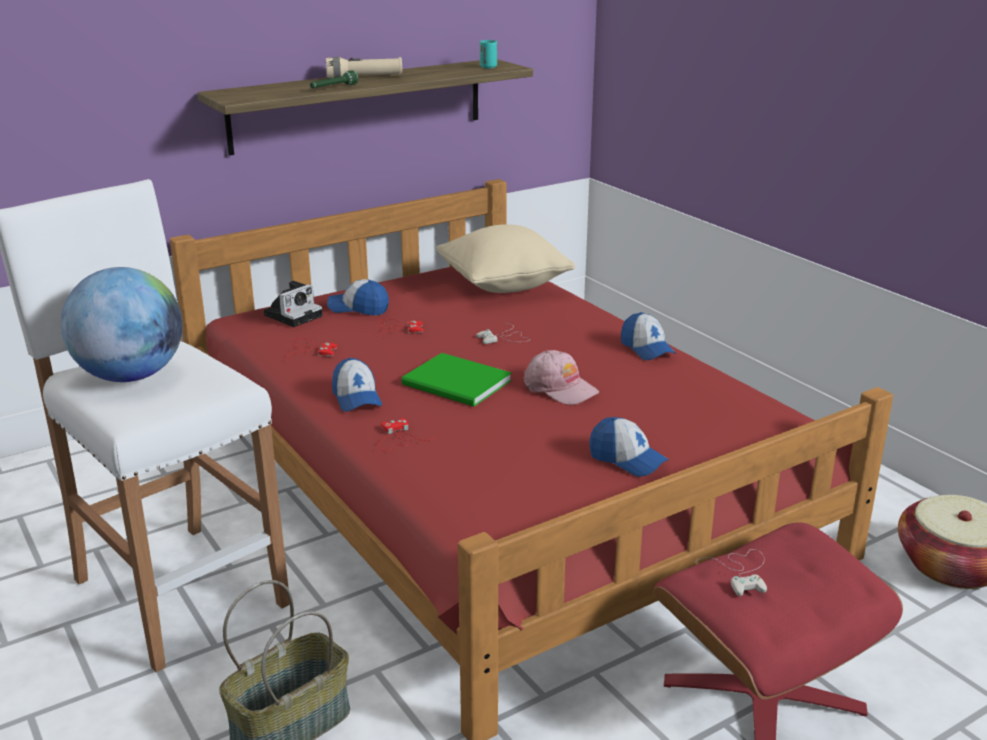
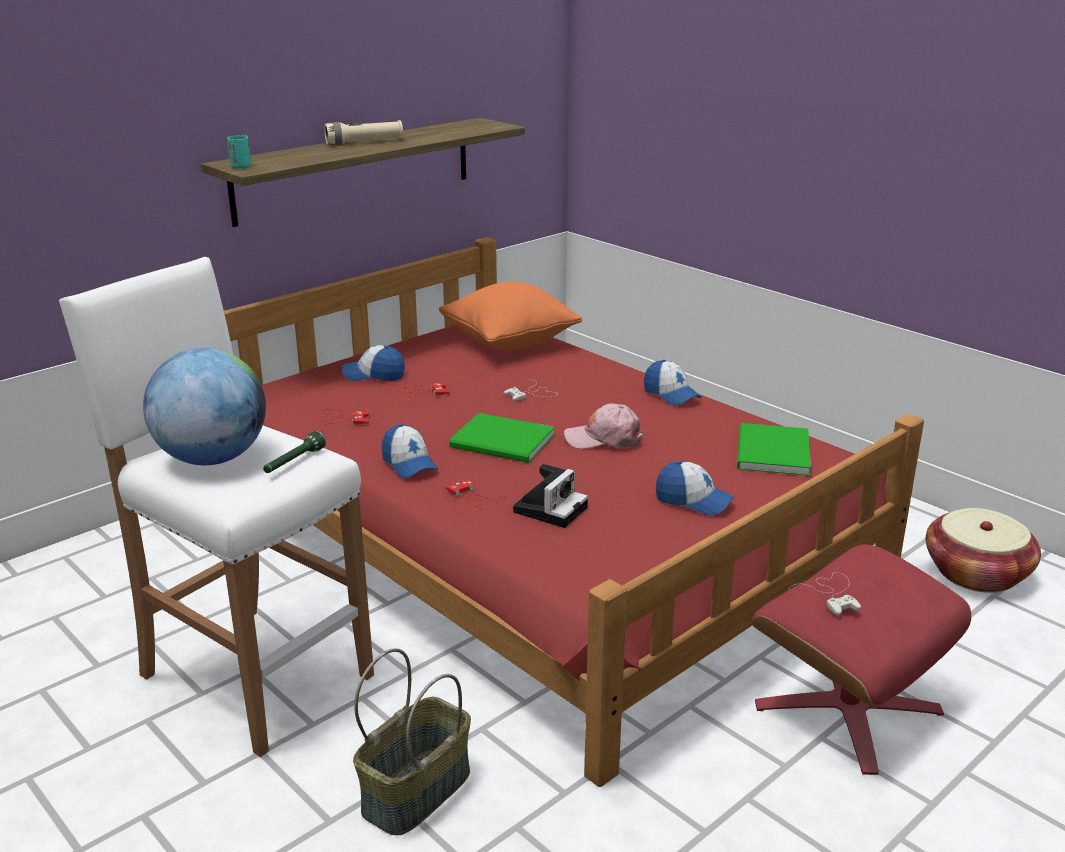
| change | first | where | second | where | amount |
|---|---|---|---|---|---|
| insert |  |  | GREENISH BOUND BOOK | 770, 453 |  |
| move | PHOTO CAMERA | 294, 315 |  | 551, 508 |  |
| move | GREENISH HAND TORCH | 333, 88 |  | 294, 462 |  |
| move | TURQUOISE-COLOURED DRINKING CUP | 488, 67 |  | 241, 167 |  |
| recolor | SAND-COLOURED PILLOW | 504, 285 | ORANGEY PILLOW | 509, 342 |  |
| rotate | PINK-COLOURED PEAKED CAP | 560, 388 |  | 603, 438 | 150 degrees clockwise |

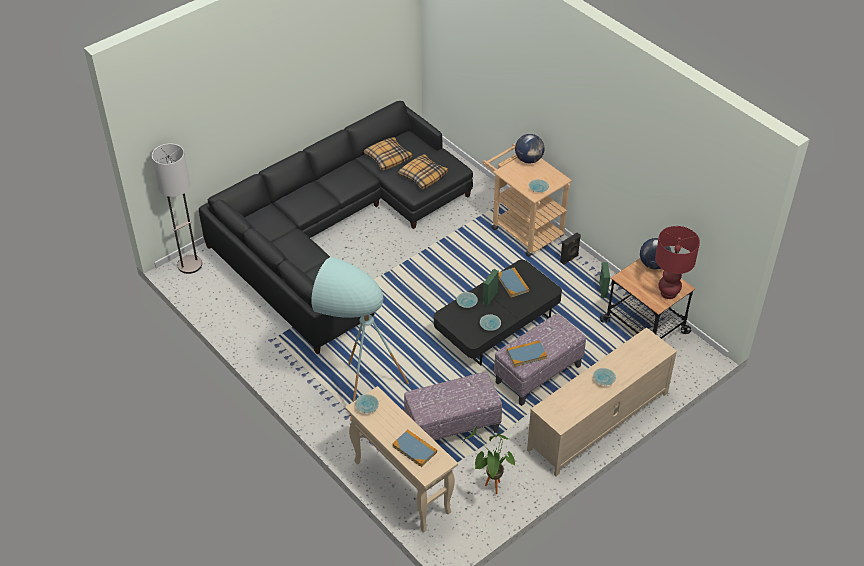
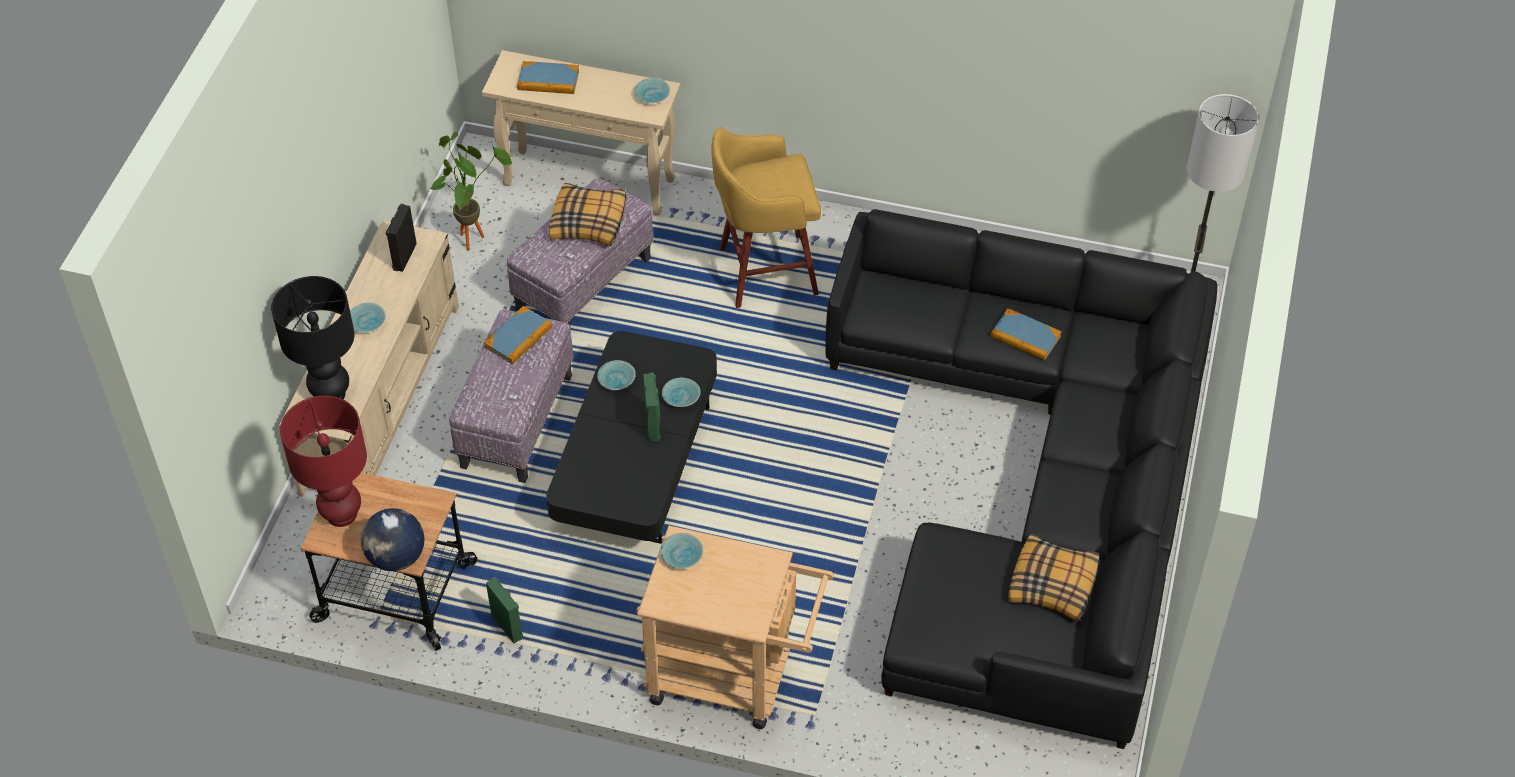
| change | first | where | second | where | amount |
|---|---|---|---|---|---|
| delete | GLOBE | 529, 160 |  |  |  |
| insert |  |  | BLACK TABLE LAMP | 330, 394 |  |
| move | PILLOW | 422, 176 |  | 589, 222 |  |
| move | BOUND BOOK | 512, 283 |  | 1025, 337 |  |
| move | BLACK SPEAKER | 569, 259 |  | 403, 256 |  |
| replace | TURQUOISE-COLOURED STANDARD LAMP | 357, 384 | YELLOW STOOL SEAT | 764, 271 |  |

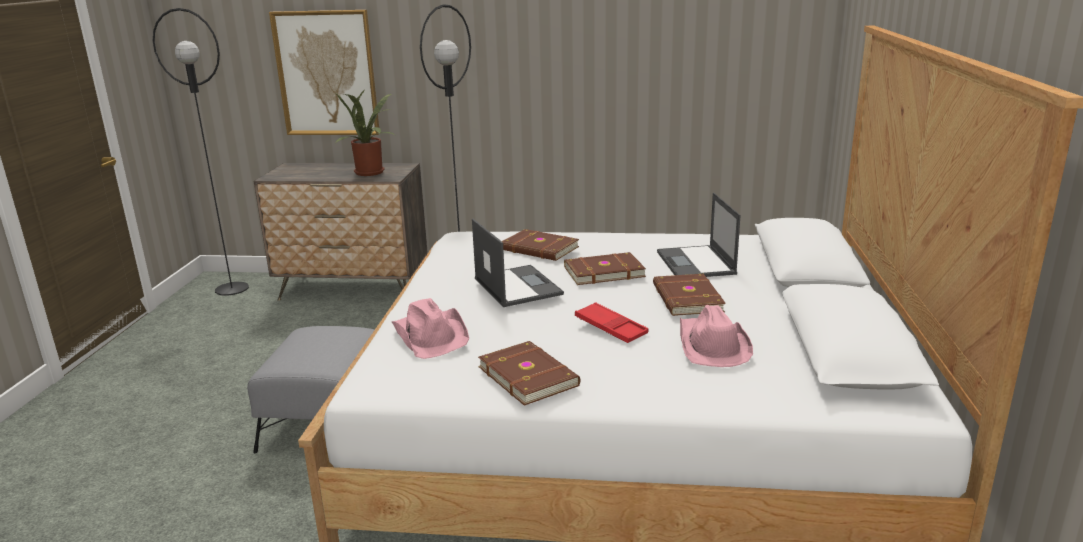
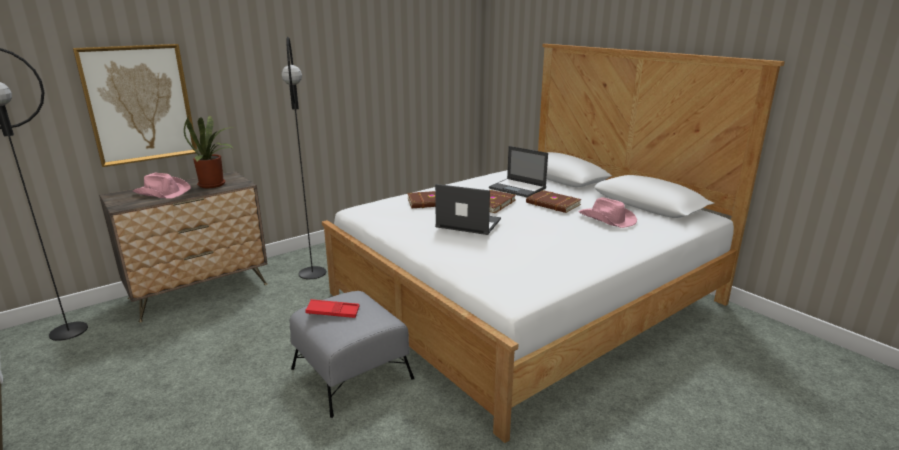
| change | first | where | second | where | amount |
|---|---|---|---|---|---|
| delete | BROWNISH BOUND BOOK | 529, 375 |  |  |  |
| move | PINK-COLOURED CLOTHING HAT | 431, 335 |  | 162, 192 |  |
| move | RED-COLOURED TRAY | 610, 328 |  | 333, 312 |  |

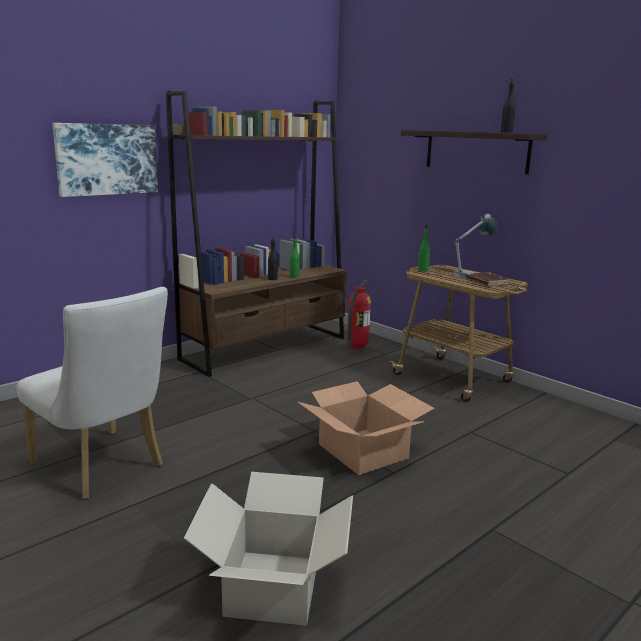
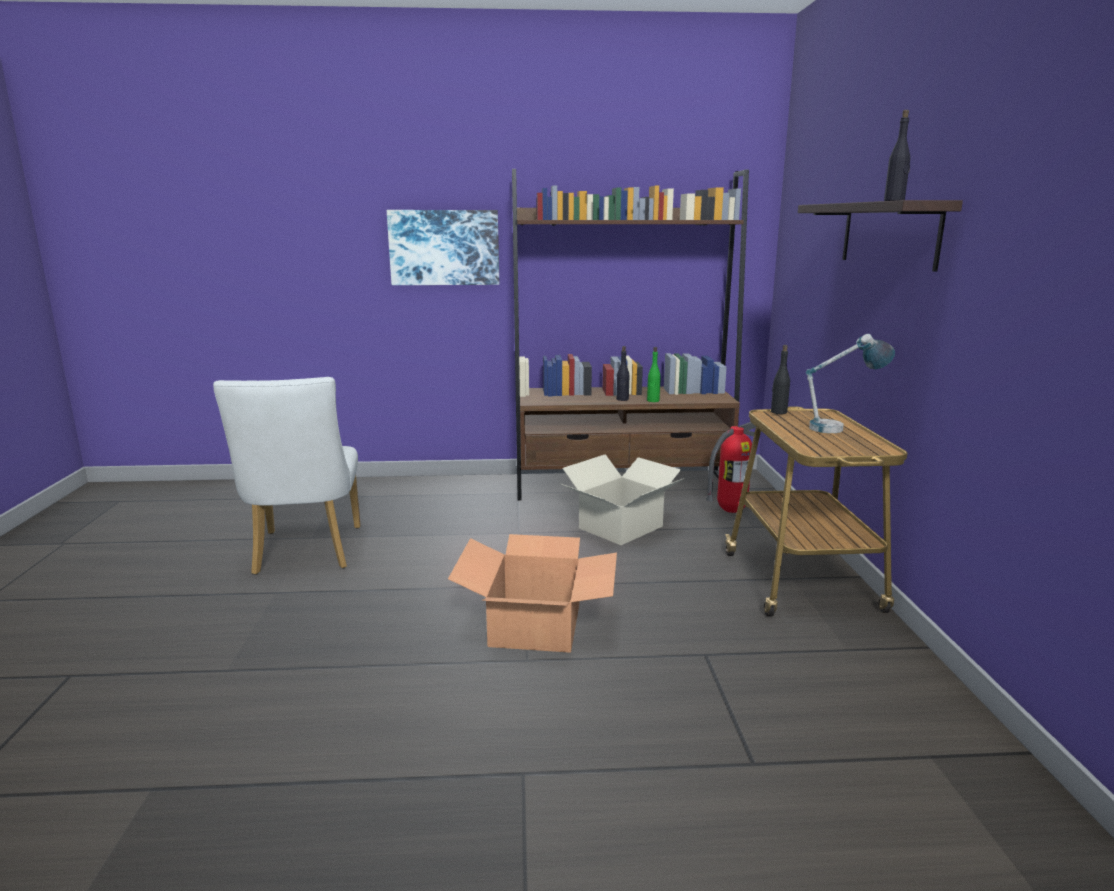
| change | first | where | second | where | amount |
|---|---|---|---|---|---|
| delete | BROWNISH BOUND BOOK | 487, 282 |  |  |  |
| move | PACKING BOX | 271, 586 |  | 620, 527 |  |
| recolor | GREENISH BEVERAGE BOTTLE | 422, 270 | BLACK BEVERAGE BOTTLE | 778, 412 |  |

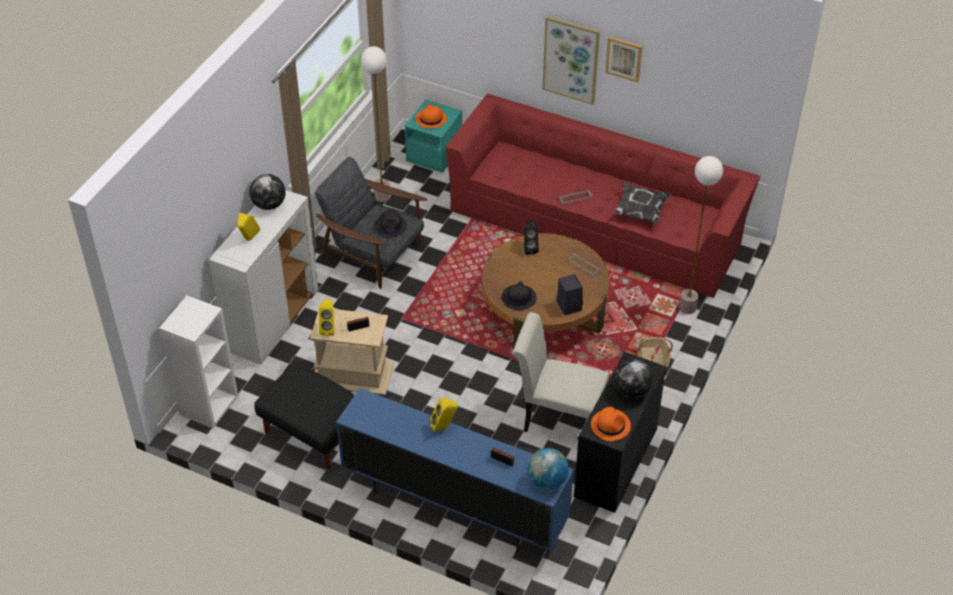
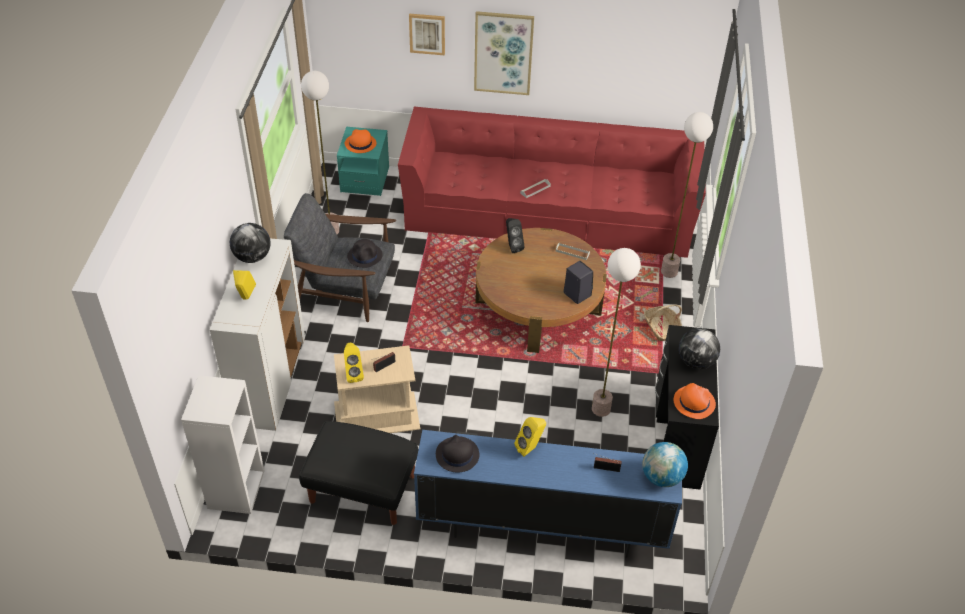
| change | first | where | second | where | amount |
|---|---|---|---|---|---|
| delete | PILLOW | 640, 211 |  |  |  |
| move | BLACK CLOTHING HAT | 518, 298 |  | 457, 455 |  |
| move | PICTURE | 624, 58 |  | 427, 33 |  |
| replace | WHITE-COLOURED CHAIR | 557, 418 | STANDARD LAMP | 600, 409 |  |

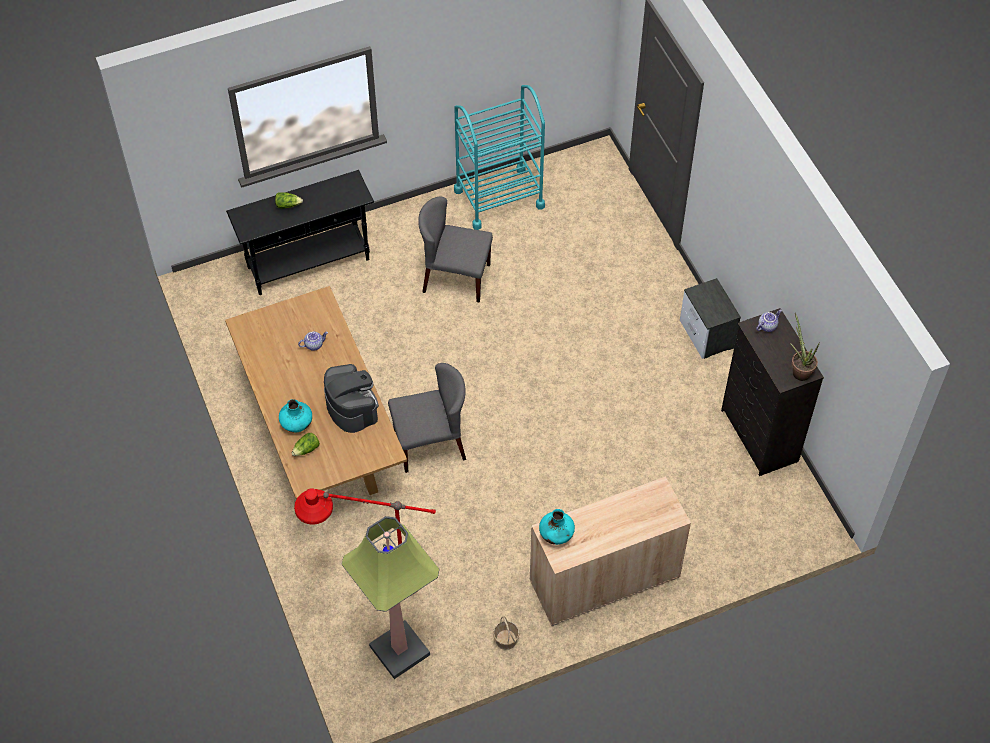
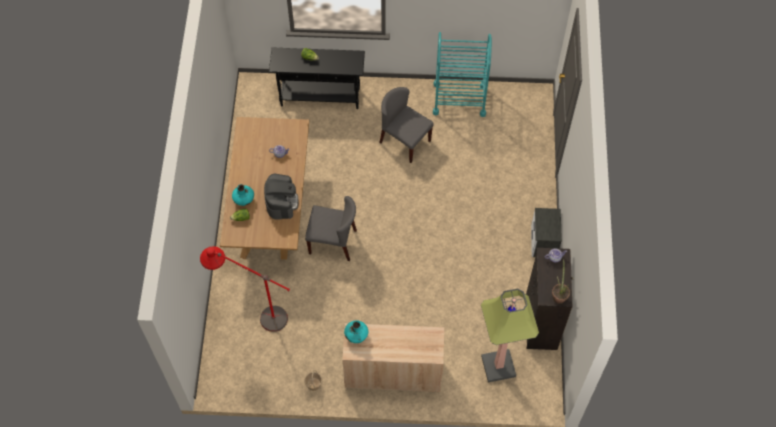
| change | first | where | second | where | amount |
|---|---|---|---|---|---|
| move | STANDARD LAMP | 398, 650 |  | 497, 366 |  |

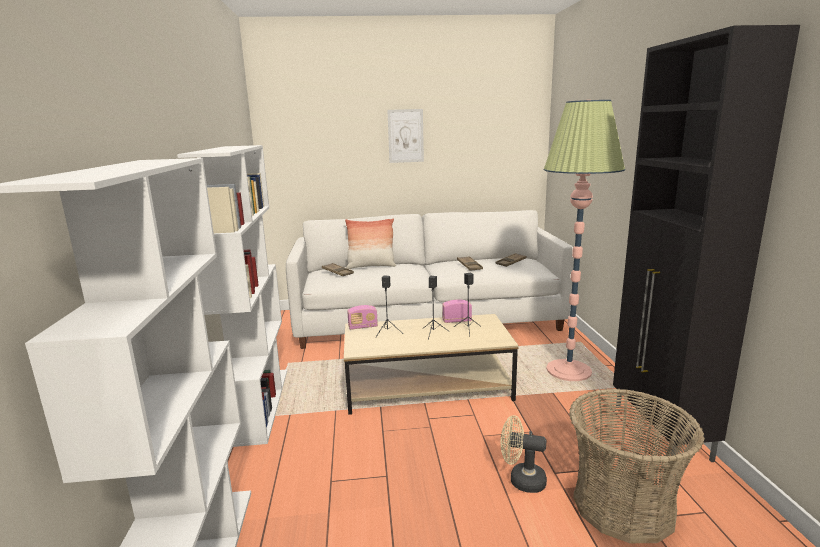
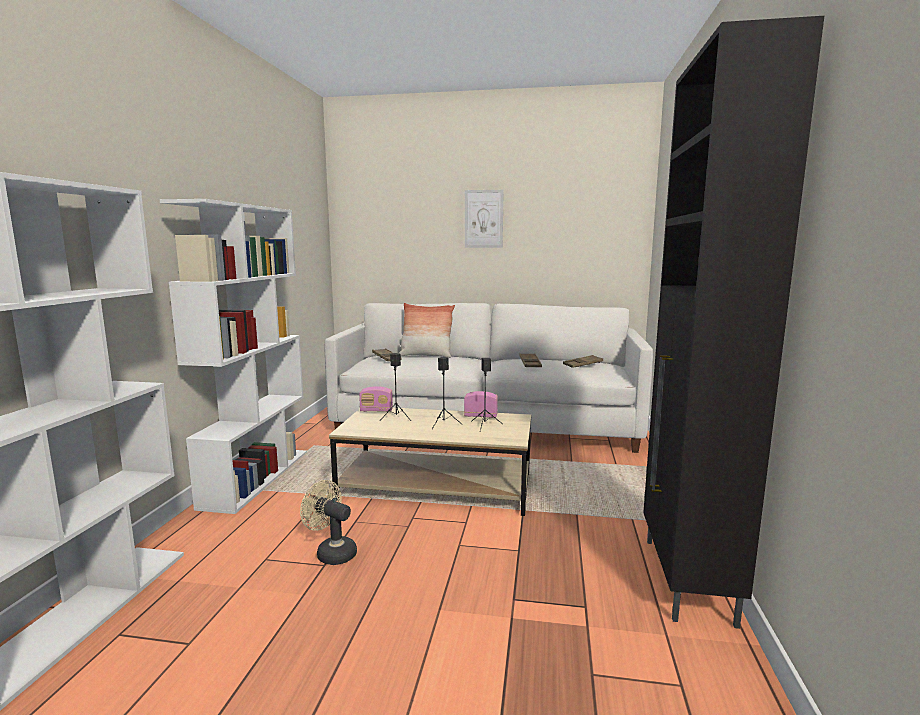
| change | first | where | second | where | amount |
|---|---|---|---|---|---|
| delete | STANDARD LAMP | 568, 371 |  |  |  |
| delete | STORAGE BASKET | 623, 506 |  |  |  |
| move | SAND-COLOURED FAN | 521, 480 |  | 331, 553 |  |

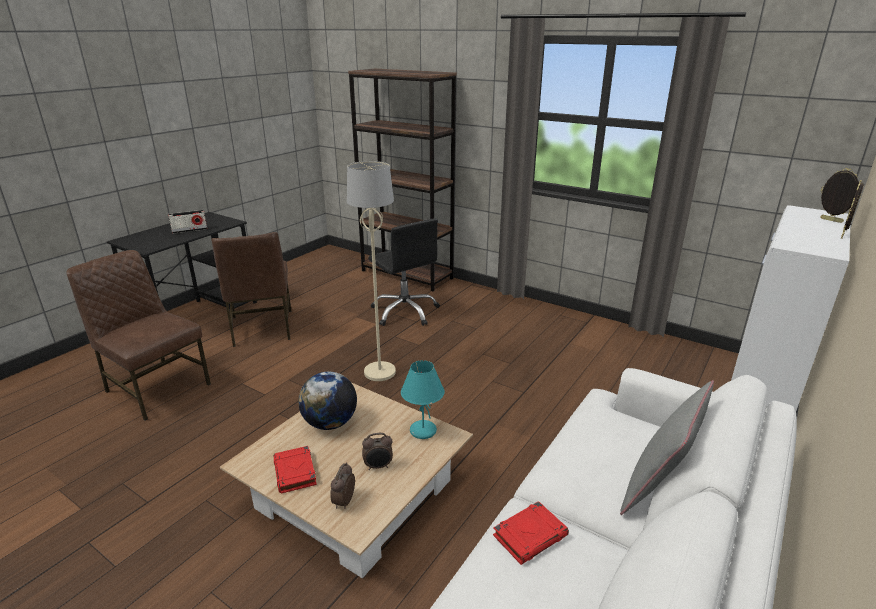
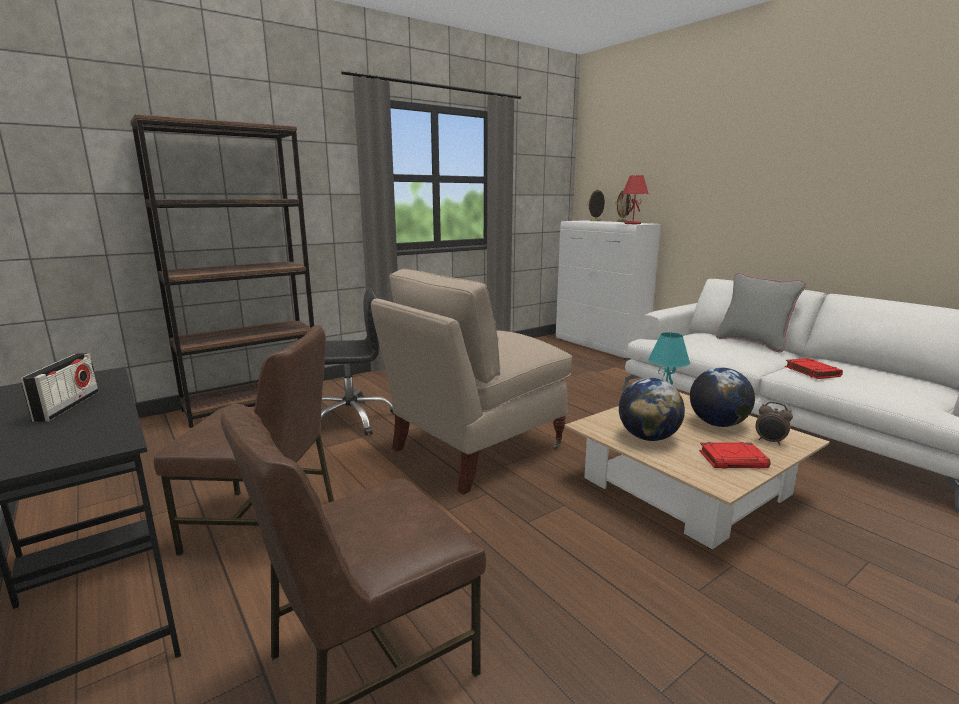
| change | first | where | second | where | amount |
|---|---|---|---|---|---|
| insert |  |  | RED-COLOURED TABLE LAMP | 632, 224 |  |
| replace | SAND-COLOURED STANDARD LAMP | 379, 372 | SAND-COLOURED CHAIR | 475, 449 |  |
| replace | TABLE CLOCK | 378, 466 | GLOBE | 717, 424 |  |

